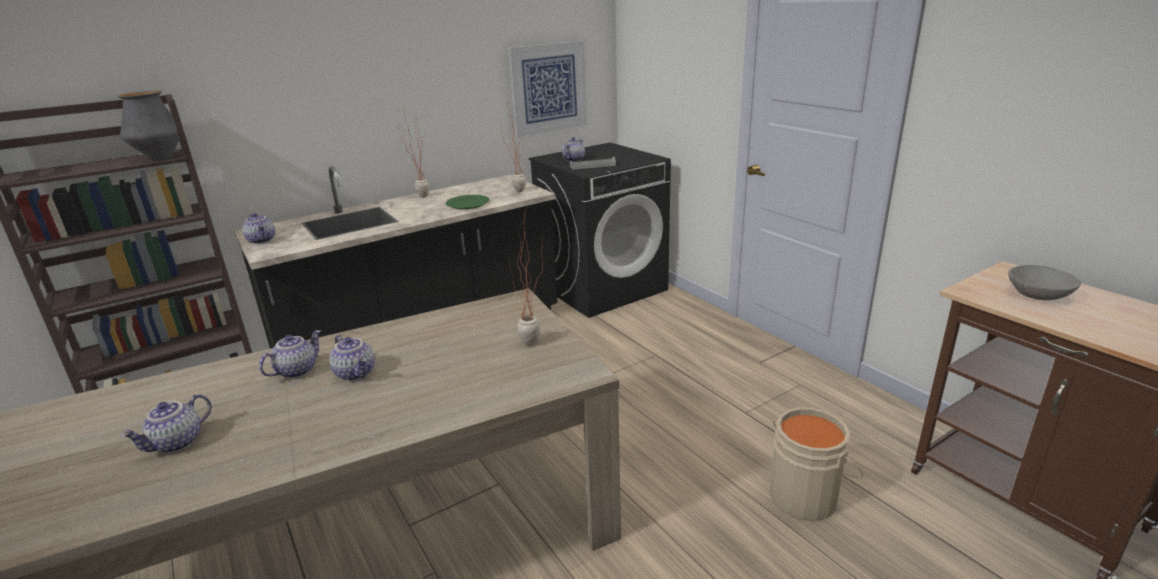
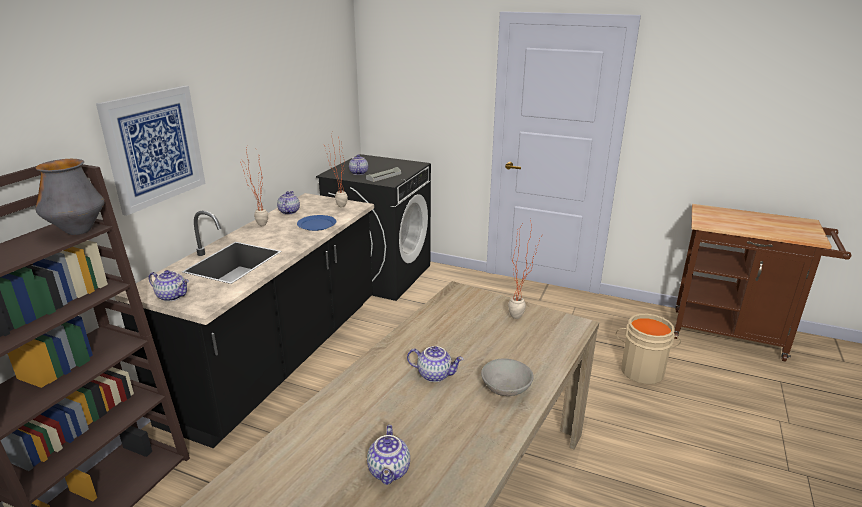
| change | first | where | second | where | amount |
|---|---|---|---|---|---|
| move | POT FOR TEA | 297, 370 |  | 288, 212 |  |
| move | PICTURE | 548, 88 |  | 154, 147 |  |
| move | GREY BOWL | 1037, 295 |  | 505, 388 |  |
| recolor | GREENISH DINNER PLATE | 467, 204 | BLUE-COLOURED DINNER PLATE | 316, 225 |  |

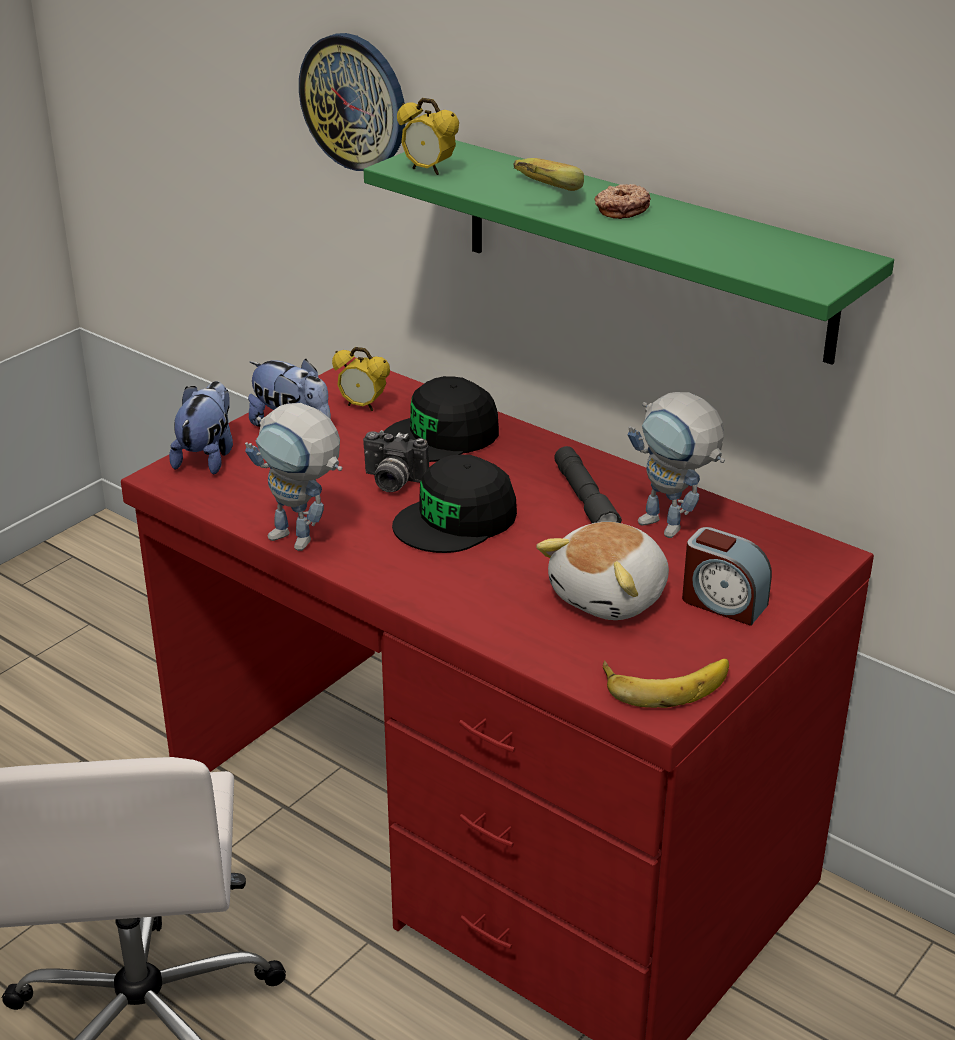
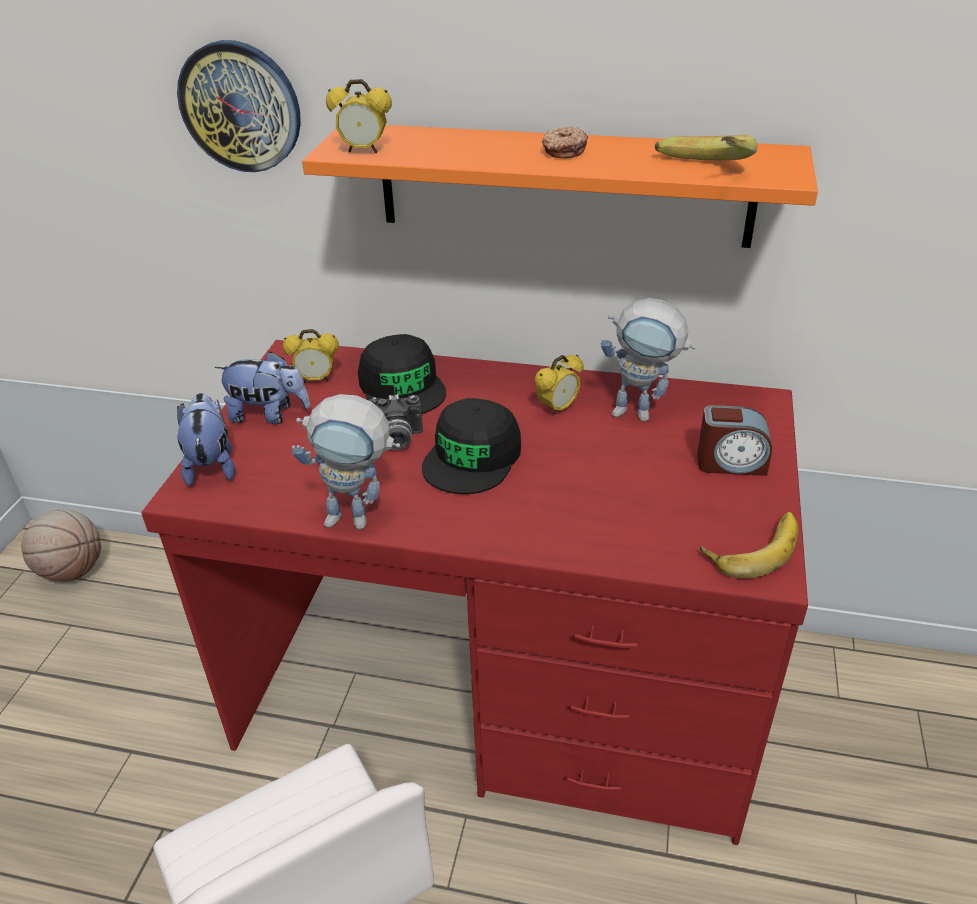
| change | first | where | second | where | amount |
|---|---|---|---|---|---|
| delete | SOFT TOY | 611, 597 |  |  |  |
| insert |  |  | BASKETBALL | 73, 570 |  |
| move | BANANA | 534, 196 |  | 700, 172 |  |
| replace | GREY HAND TORCH | 585, 500 | TABLE CLOCK | 558, 409 |  |
| recolor | GREENISH SHELF | 644, 248 | ORANGEY SHELF | 563, 185 |  |
| rotate | BLACK PEAKED CAP | 442, 435 |  | 402, 387 | 60 degrees counterclockwise |

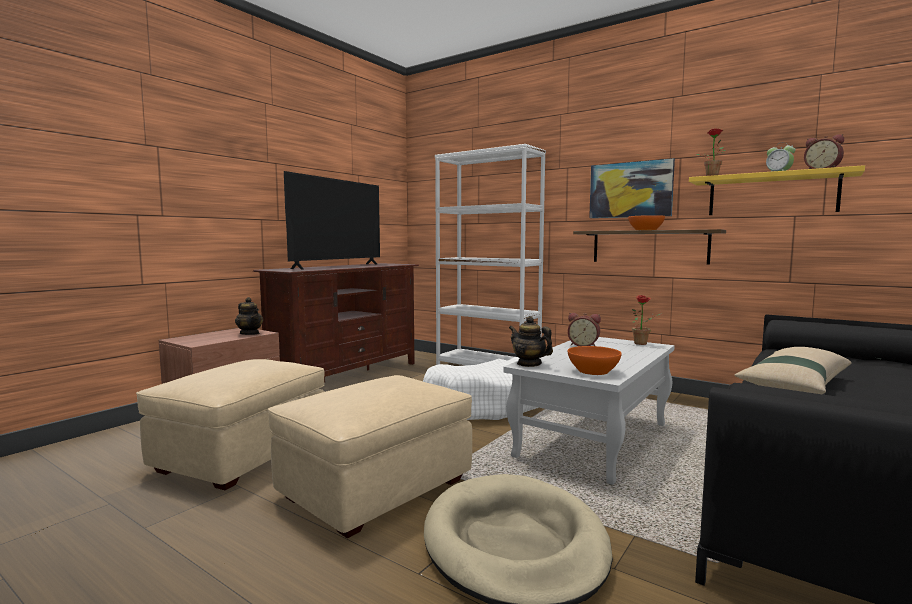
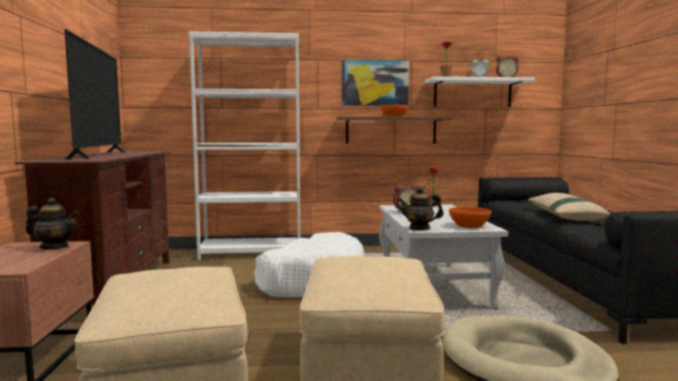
| change | first | where | second | where | amount |
|---|---|---|---|---|---|
| recolor | YELLOW SHELF | 771, 195 | WHITE-COLOURED SHELF | 472, 93 |  |

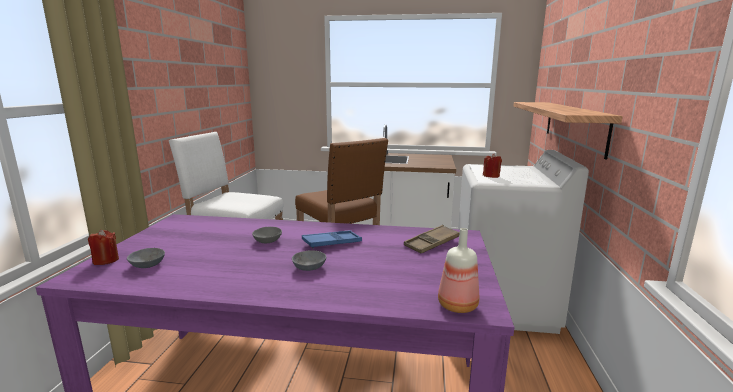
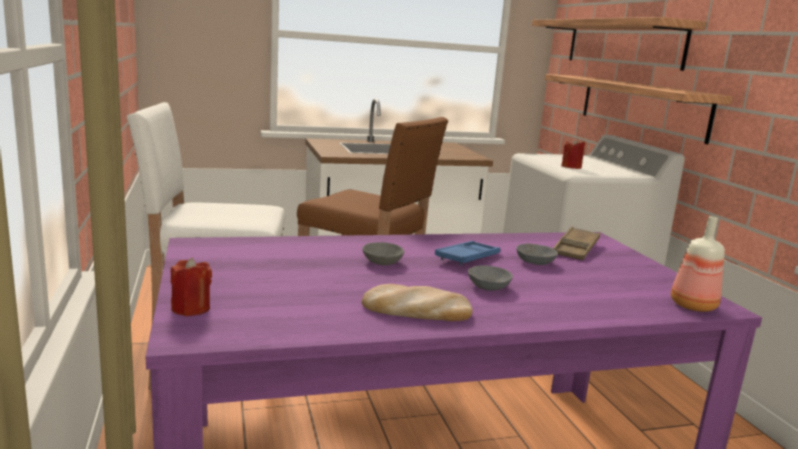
| change | first | where | second | where | amount |
|---|---|---|---|---|---|
| insert |  |  | BREAD | 416, 310 |  |
| insert |  |  | SHELF | 622, 43 |  |
| move | GREY BOWL | 146, 265 |  | 534, 262 |  |

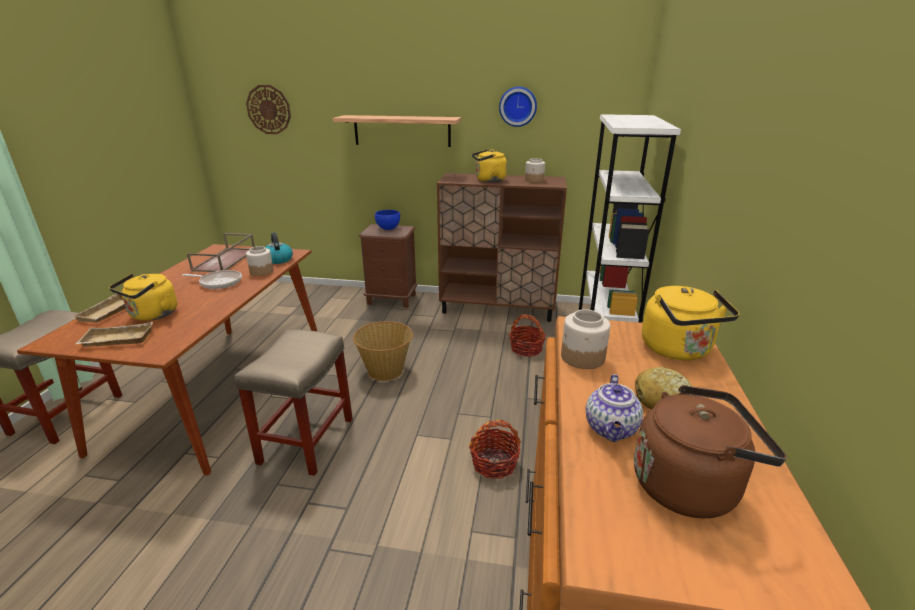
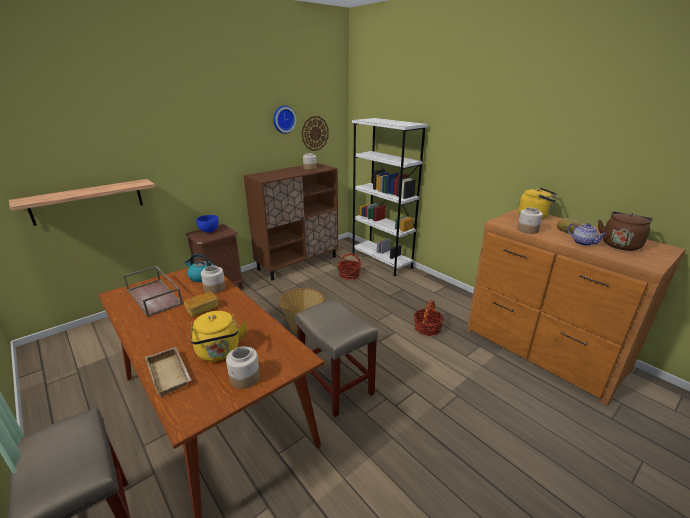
| change | first | where | second | where | amount |
|---|---|---|---|---|---|
| delete | YELLOW WATER KETTLE | 488, 180 |  |  |  |
| move | HANGING CLOCK | 269, 109 |  | 315, 133 |  |
| move | SHELF | 402, 131 |  | 88, 201 |  |
| replace | SAND-COLOURED TRAY | 116, 340 | STORAGE JAR | 245, 378 |  |
| replace | SKILLET | 219, 282 | BREAD | 202, 309 |  |

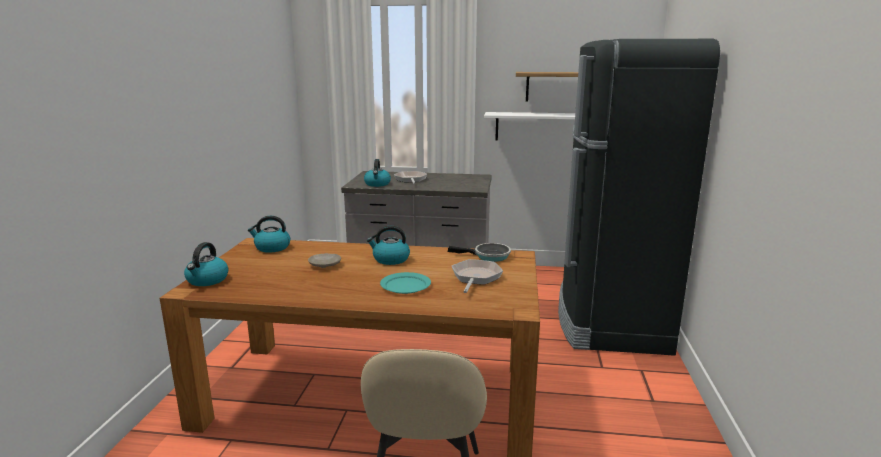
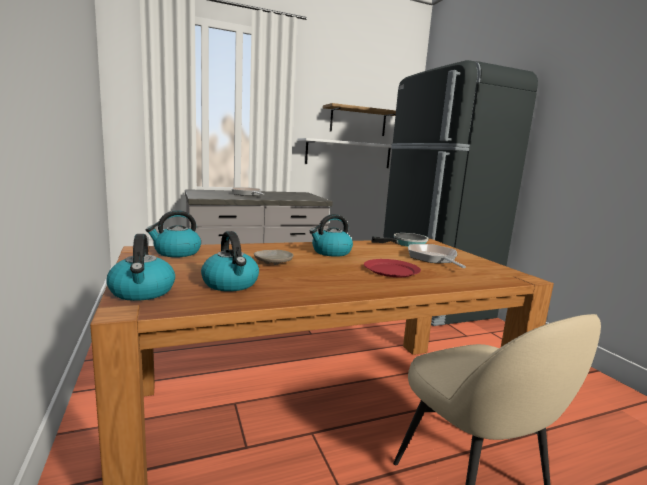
| change | first | where | second | where | amount |
|---|---|---|---|---|---|
| move | WATER KETTLE | 377, 184 |  | 231, 284 |  |
| recolor | TURQUOISE-COLOURED DINNER PLATE | 405, 285 | RED-COLOURED DINNER PLATE | 391, 270 |  |

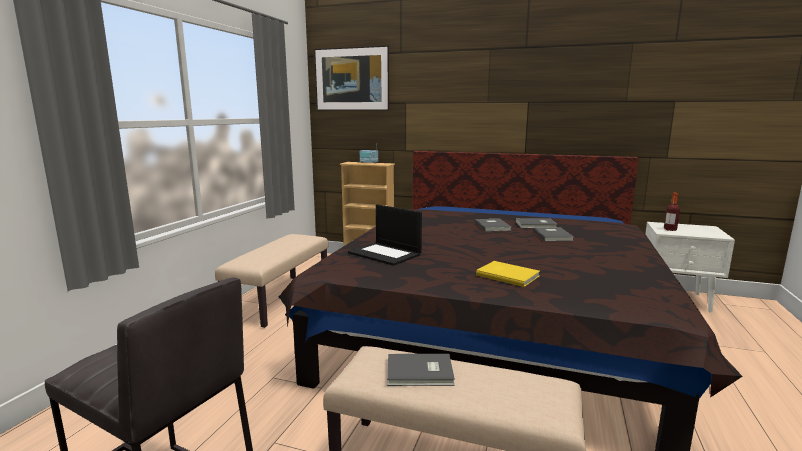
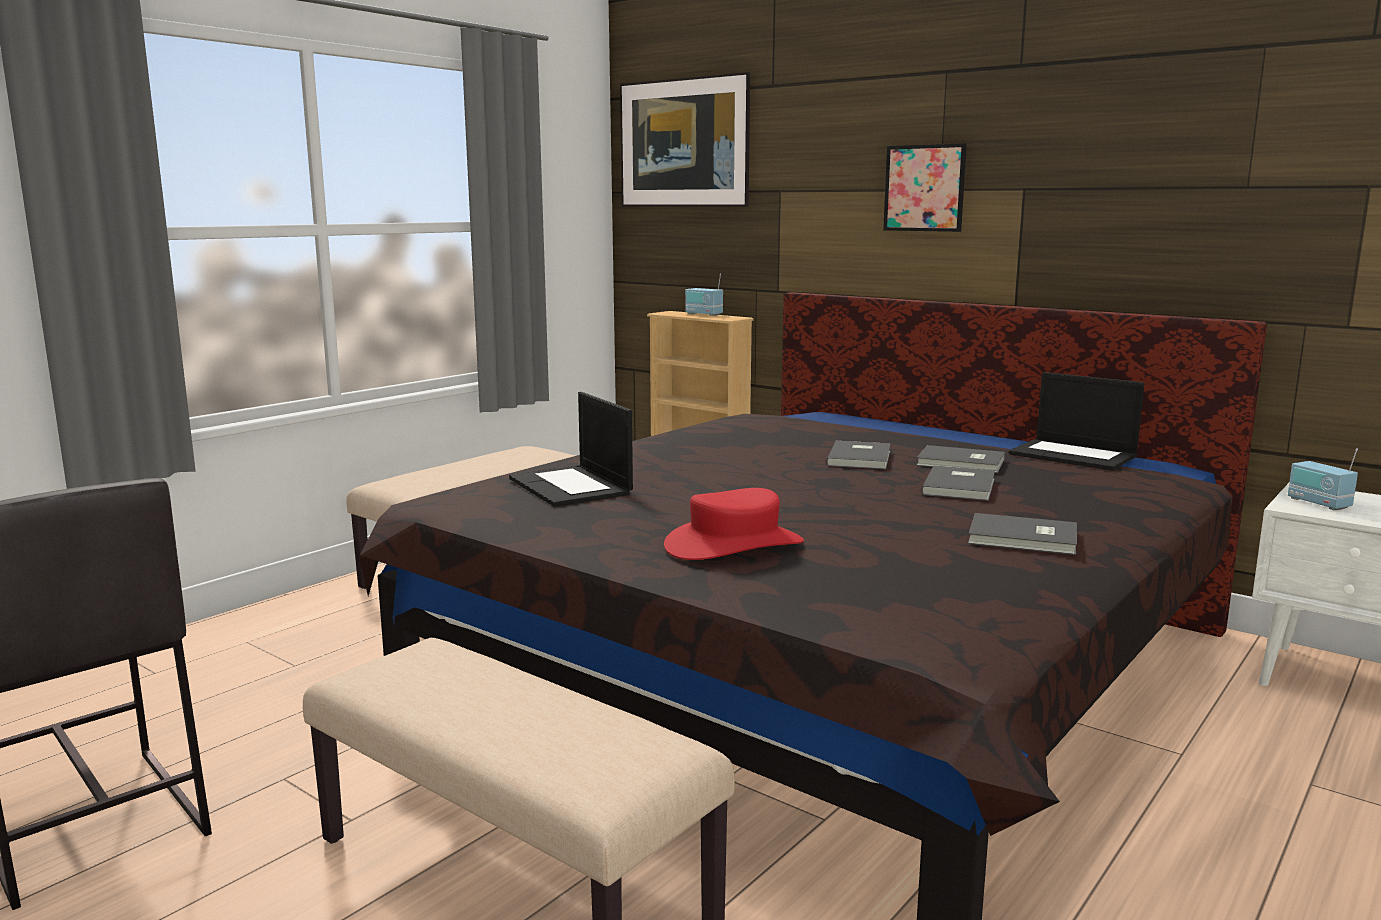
| change | first | where | second | where | amount |
|---|---|---|---|---|---|
| insert |  |  | PICTURE | 924, 188 |  |
| insert |  |  | PORTABLE COMPUTER | 1074, 455 |  |
| move | GREY BOUND BOOK | 420, 373 |  | 1024, 539 |  |
| replace | YELLOW BOUND BOOK | 507, 275 | RED-COLOURED CLOTHING HAT | 734, 544 |  |
| replace | BEVERAGE BOTTLE | 670, 229 | RADIO RECEIVER | 1318, 503 |  |

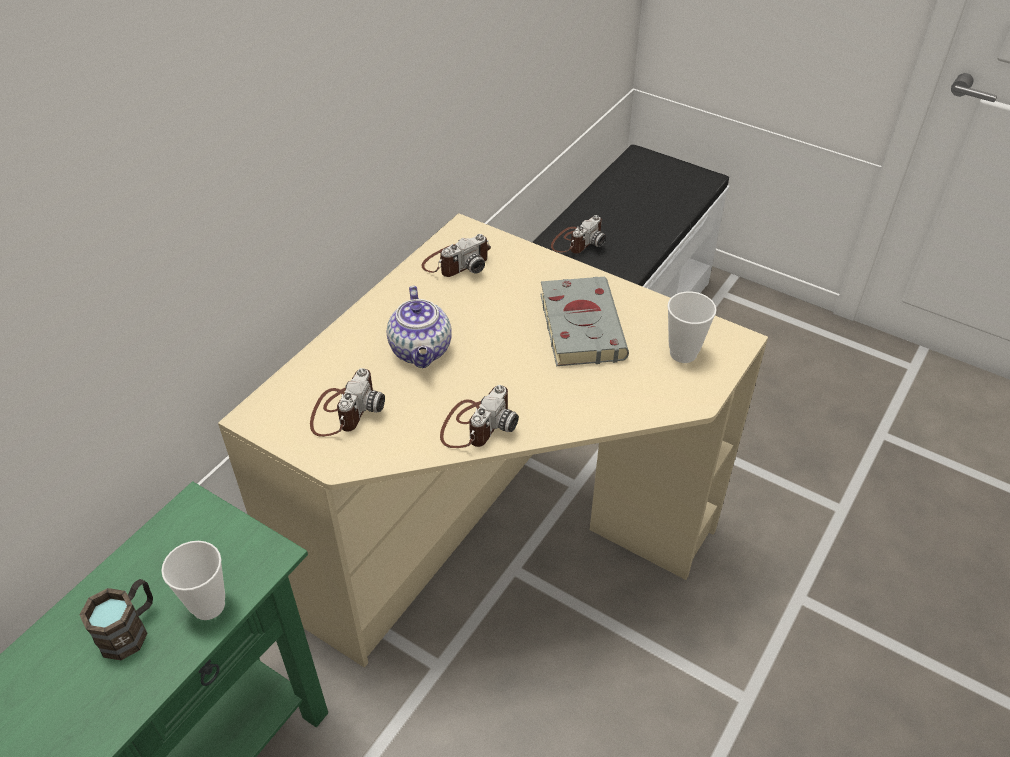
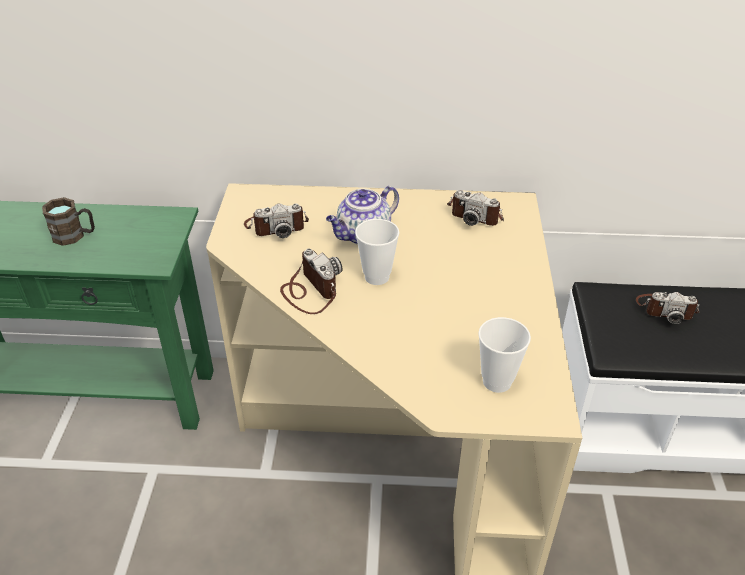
| change | first | where | second | where | amount |
|---|---|---|---|---|---|
| delete | GREY BOUND BOOK | 580, 324 |  |  |  |
| move | DRINKING CUP | 208, 605 |  | 377, 277 |  |
| rotate | PHOTO CAMERA | 476, 424 |  | 310, 291 | 120 degrees counterclockwise |

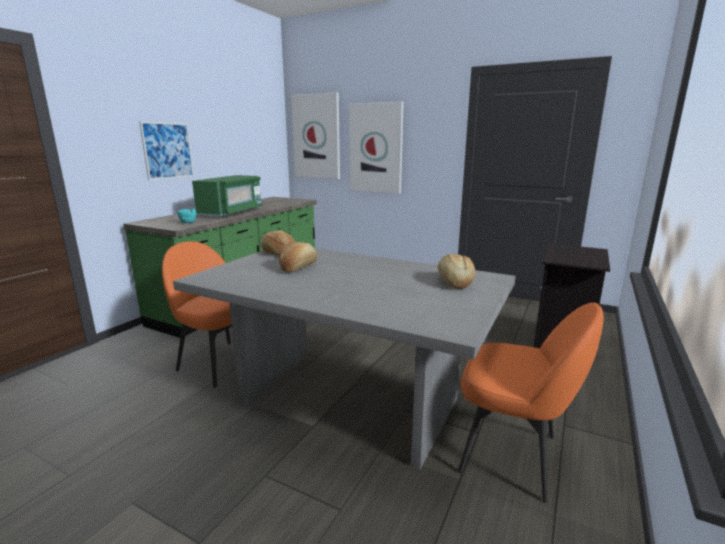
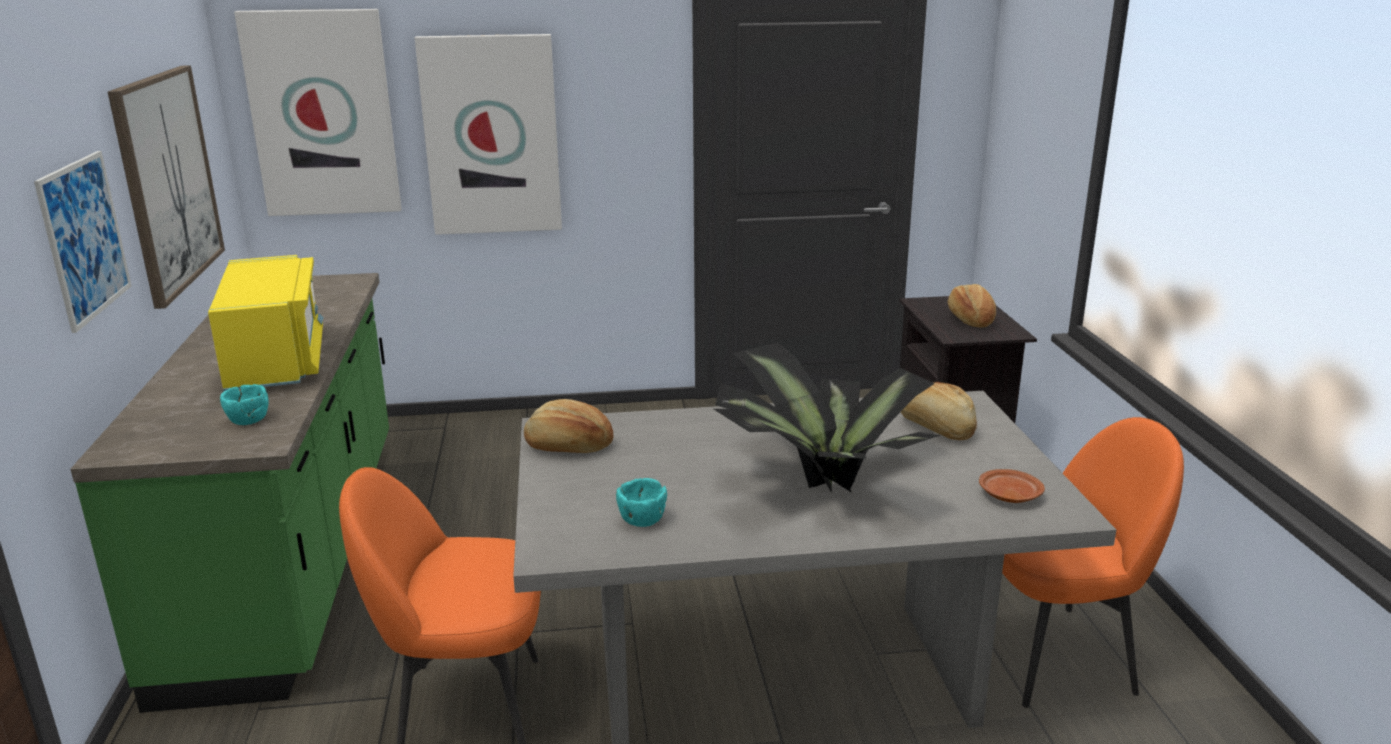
| change | first | where | second | where | amount |
|---|---|---|---|---|---|
| insert |  |  | PICTURE | 168, 181 |  |
| insert |  |  | TURQUOISE-COLOURED BOWL | 642, 520 |  |
| insert |  |  | POTTED PLANT | 816, 479 |  |
| insert |  |  | BROWNISH DINNER PLATE | 1009, 495 |  |
| move | BREAD | 298, 267 |  | 970, 319 |  |
| recolor | GREENISH KITCHEN MICROWAVE | 232, 212 | YELLOW KITCHEN MICROWAVE | 276, 361 |  |

